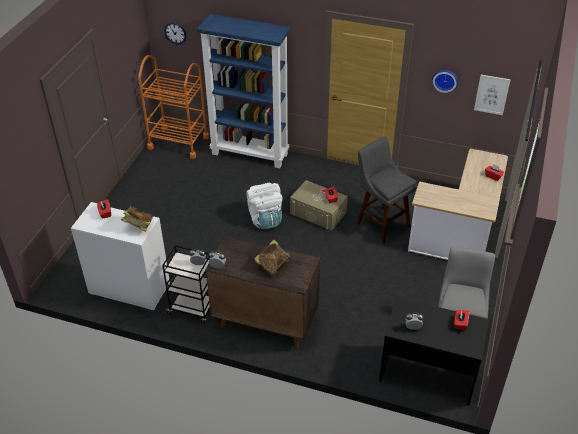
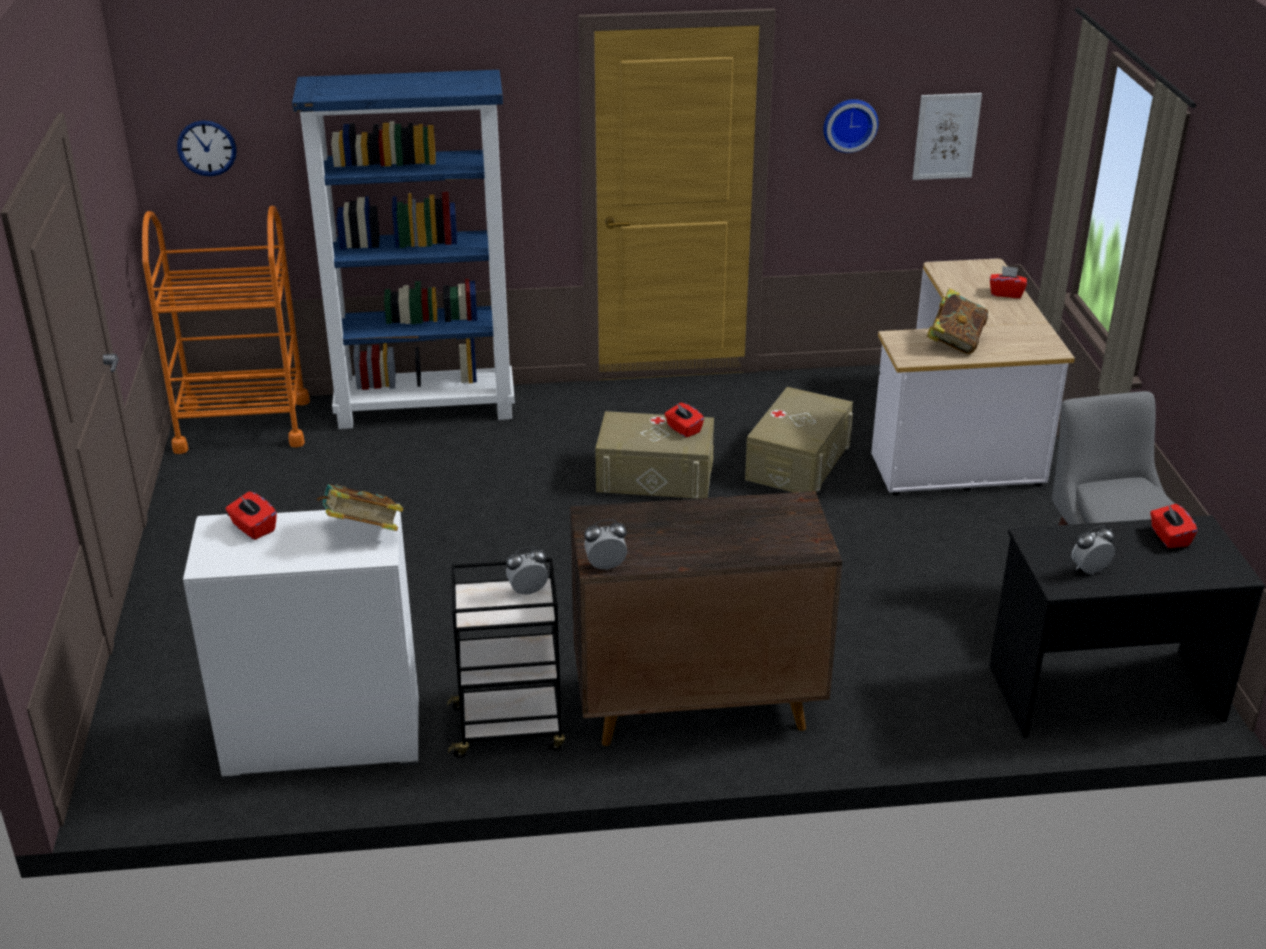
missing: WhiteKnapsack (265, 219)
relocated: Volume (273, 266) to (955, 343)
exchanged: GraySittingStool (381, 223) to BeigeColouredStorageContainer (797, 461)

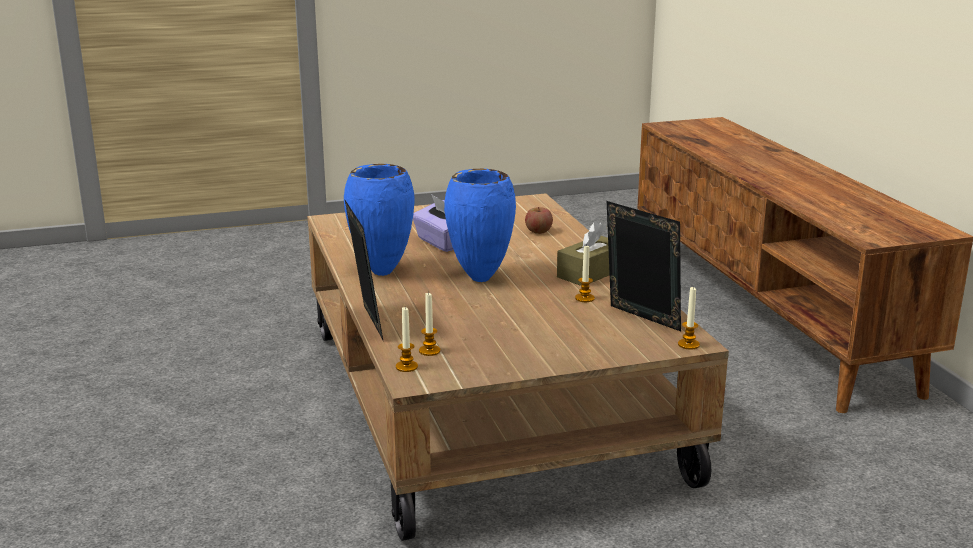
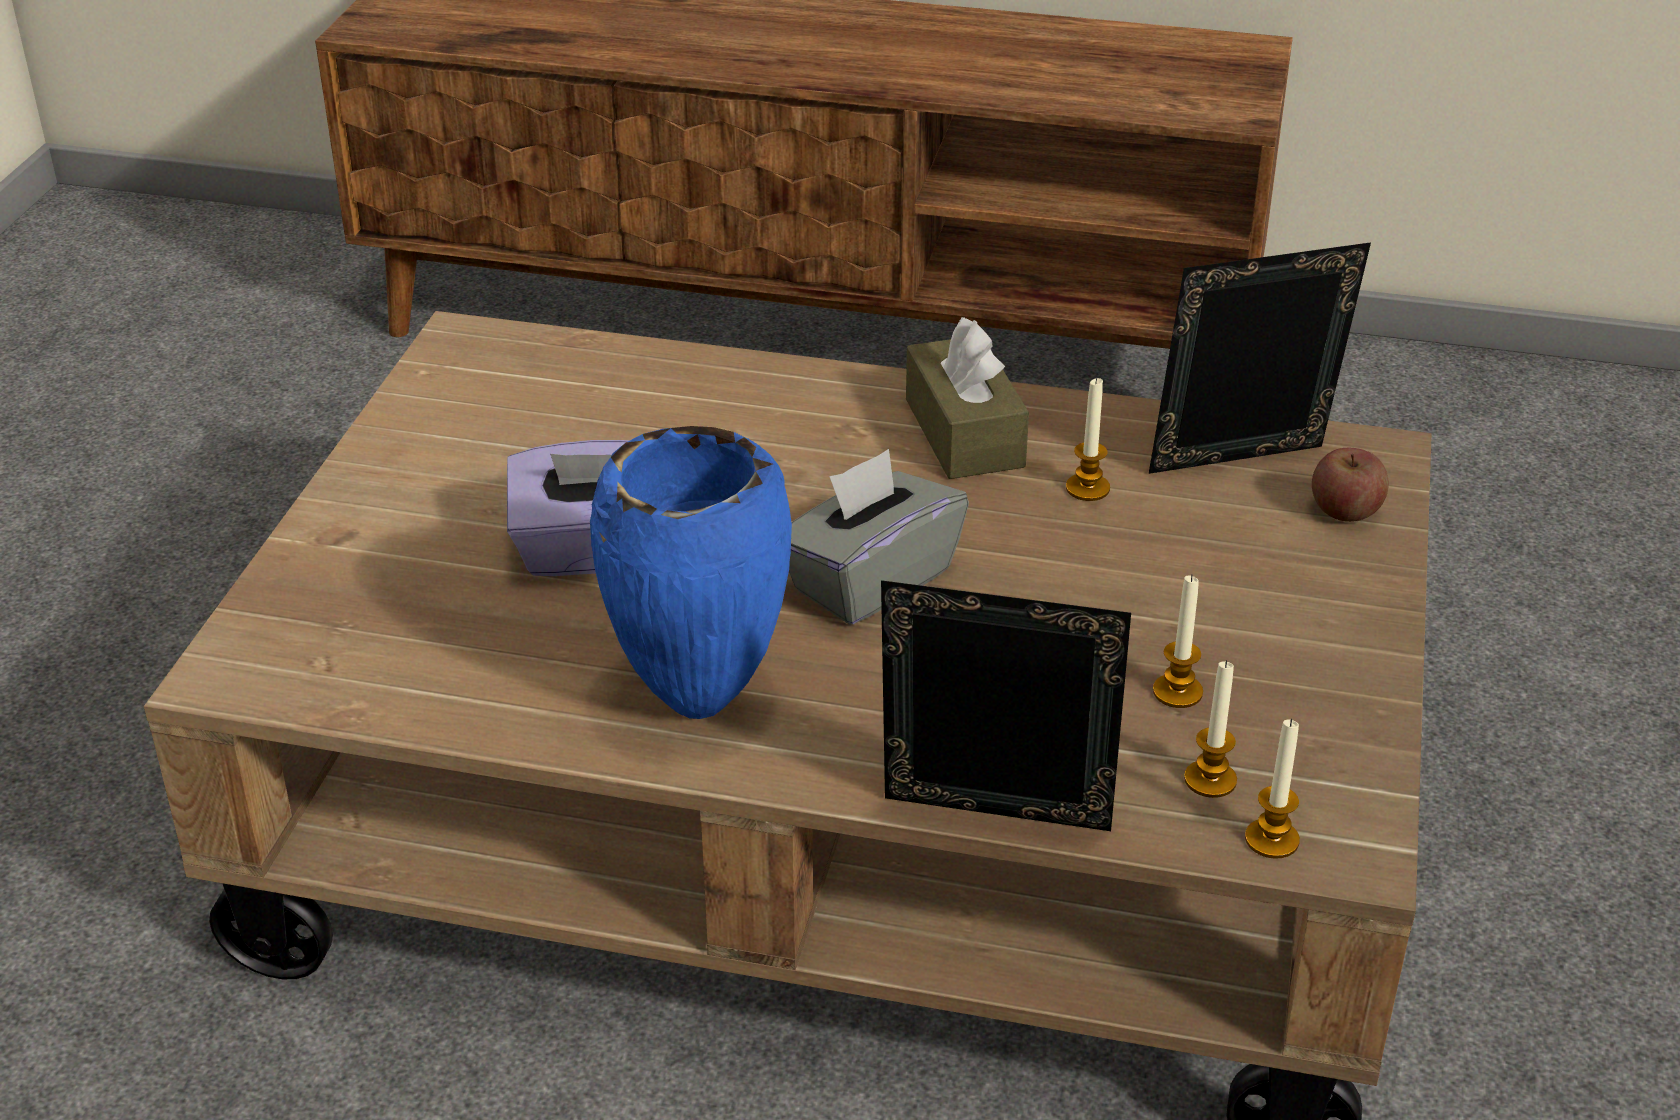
relocated: AppleFruit (538, 231) to (1345, 510); WaxLight (688, 344) to (1177, 692)
exchanged: BlueColouredVase (479, 279) to GrayTissueHolder (870, 580)

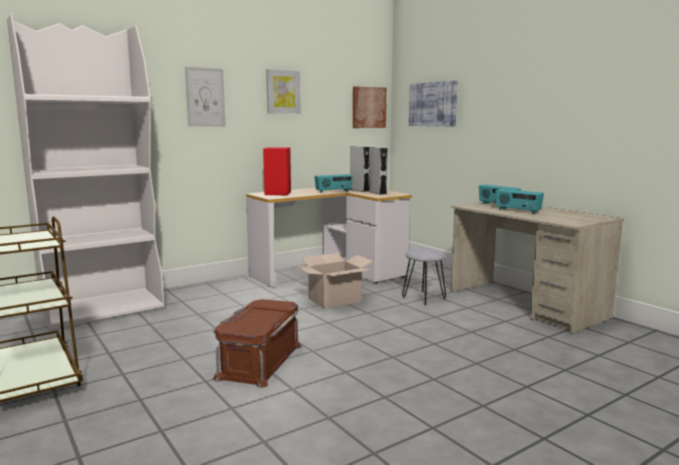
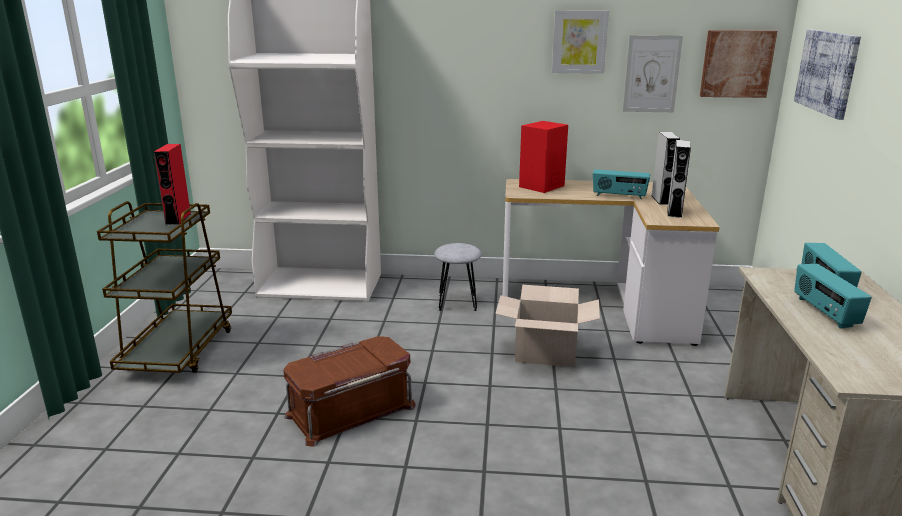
appeared: RedColouredAudioSpeaker (178, 219)
relocated: Picture (205, 97) to (651, 74); GraySittingStool (423, 298) to (457, 302)

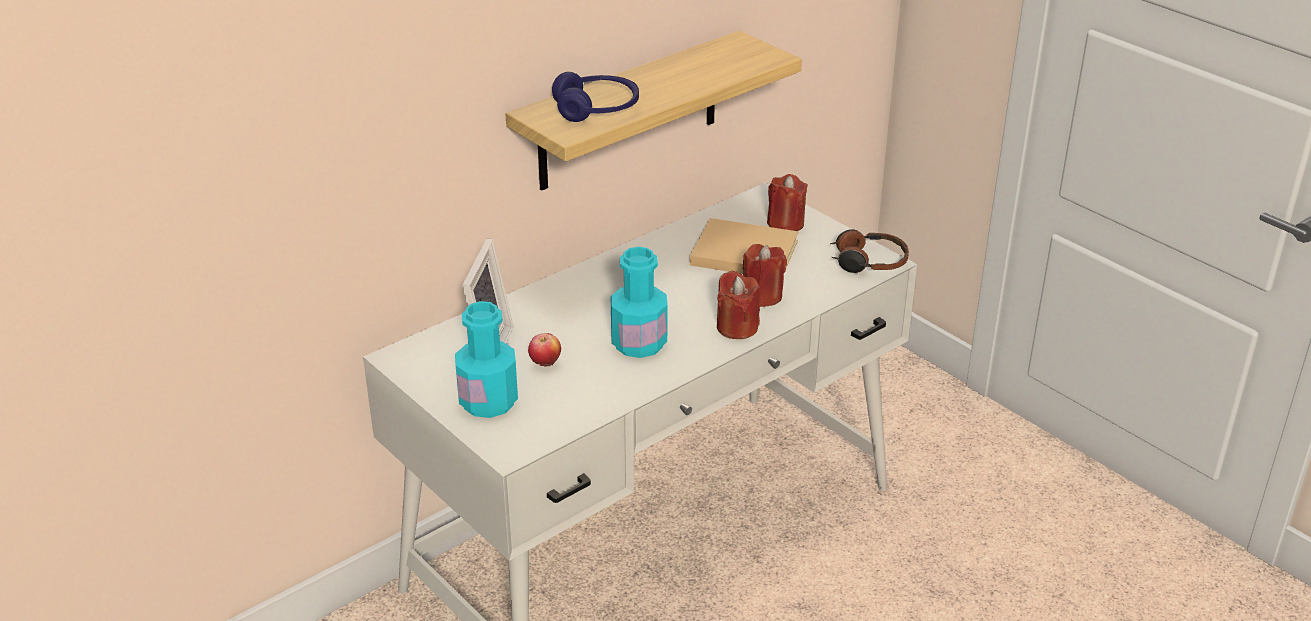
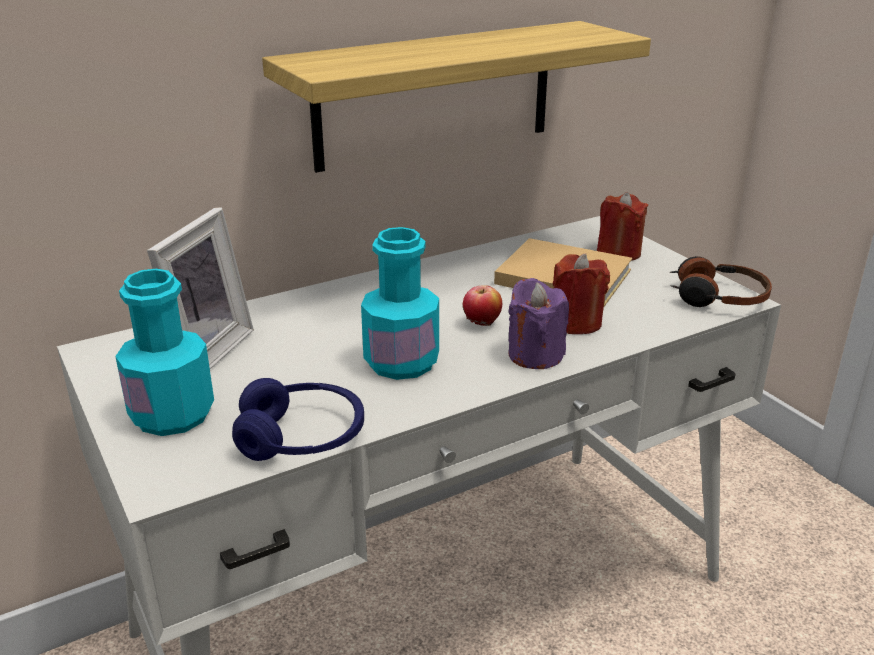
relocated: AppleFruit (545, 364) to (481, 324); BlueColouredPairOfHeadphones (597, 109) to (302, 438)
colour: RedColouredWaxLight (737, 327) to PurpleWaxLight (535, 355)

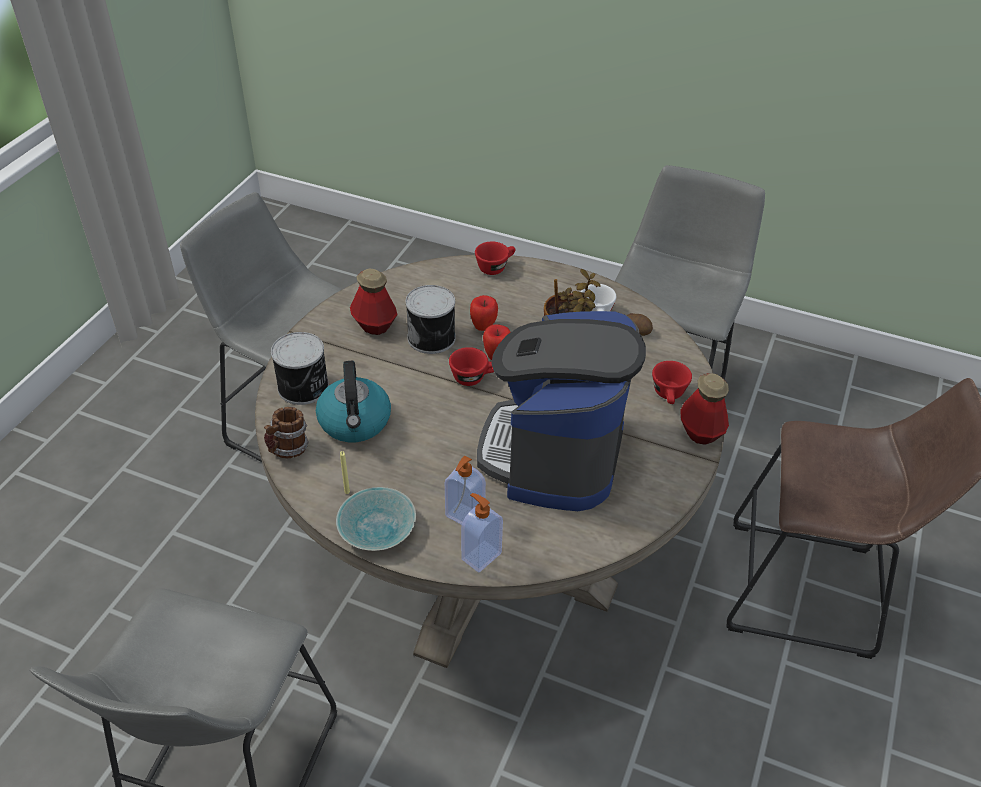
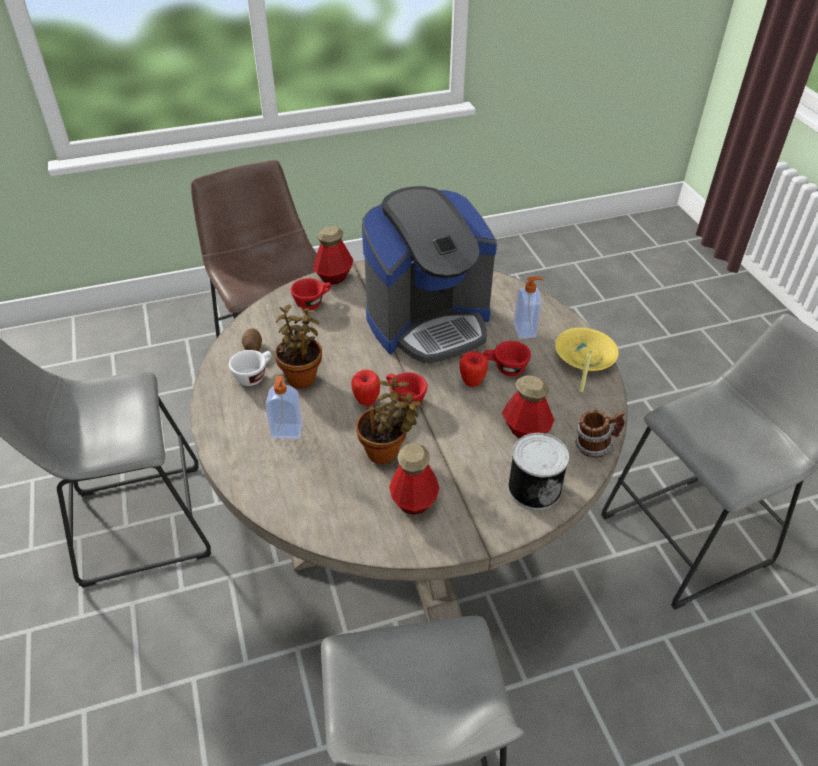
relocated: LiquidSoapBottle (480, 556) to (286, 432); AppleFruit (483, 327) to (472, 382); RedColouredCup (495, 267) to (505, 368)
exchanged: WaterKettle (355, 422) to BeverageBottle (525, 430); Can (433, 337) to PottedPlant (386, 452)
colour: BlueGreenDeepDish (377, 531) to YellowDeepDish (585, 357)

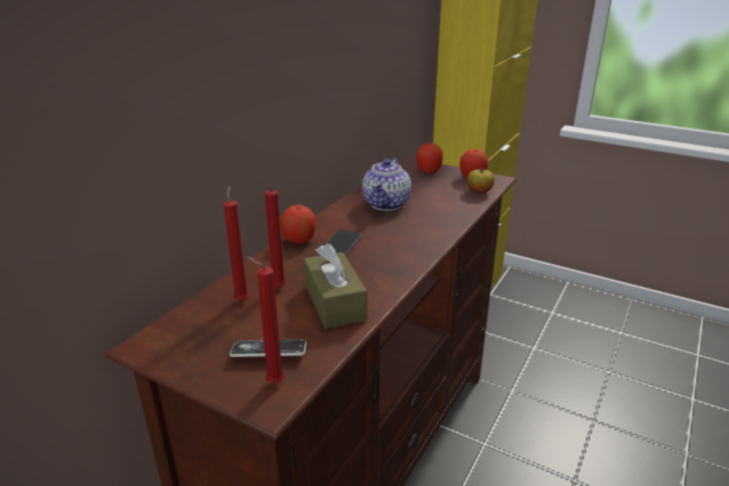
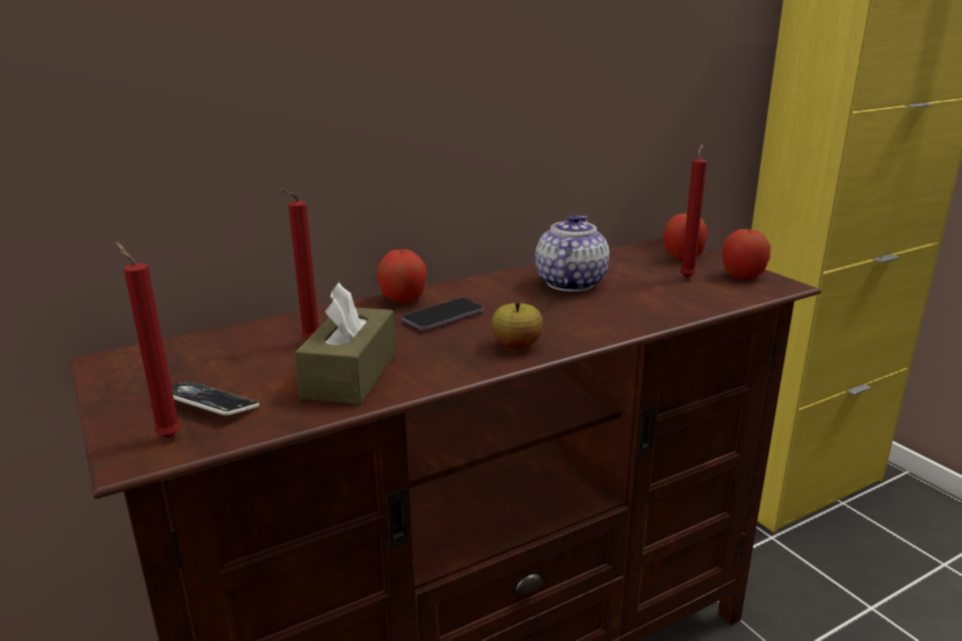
relocated: RedColouredWaxLight (242, 299) to (687, 277); AppleFruit (479, 192) to (517, 346)
spun: PotForTea (387, 204) = (569, 283) 150 degrees clockwise

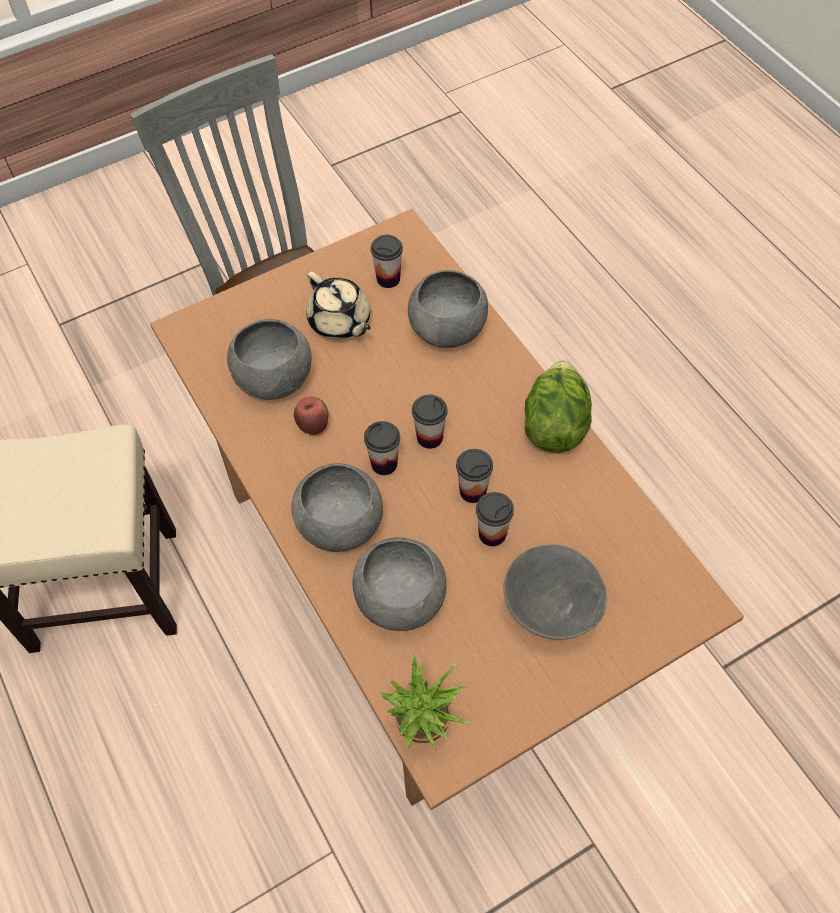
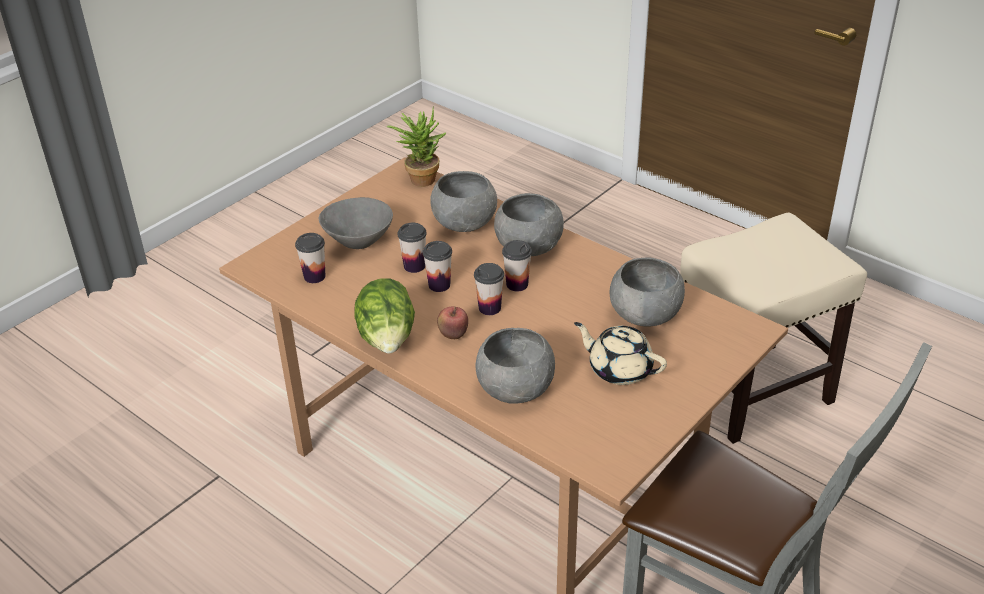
relocated: AppleFruit (313, 426) to (453, 335); Cup (388, 279) to (314, 276)

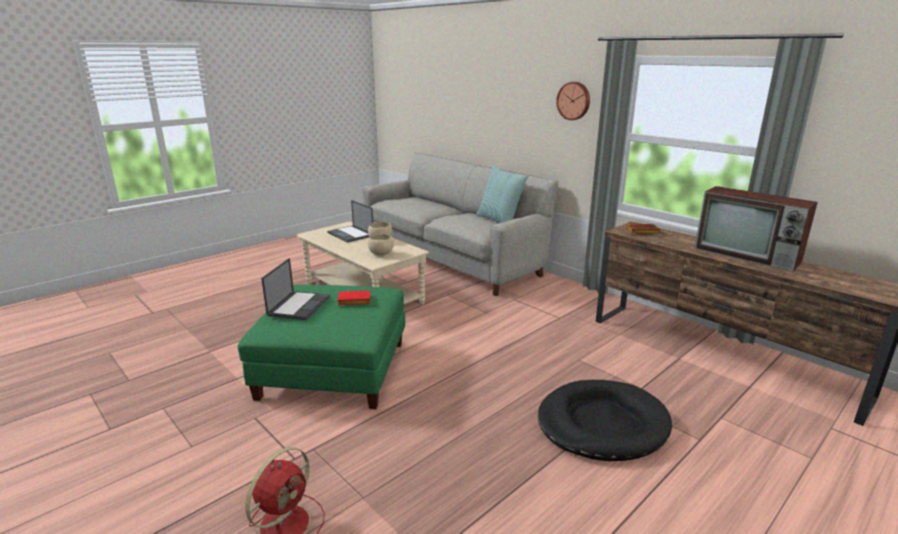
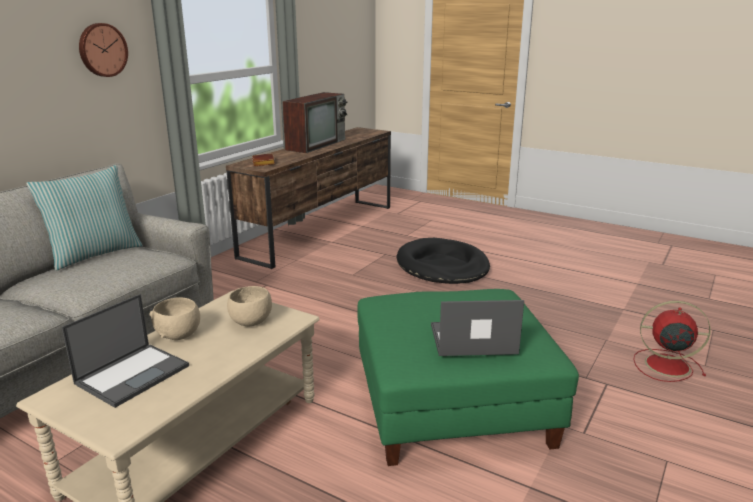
missing: RedColouredVolume (353, 301)

